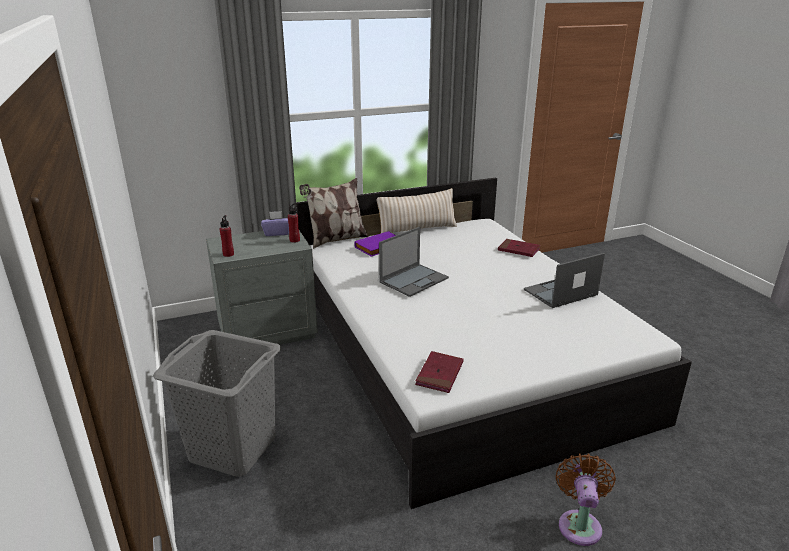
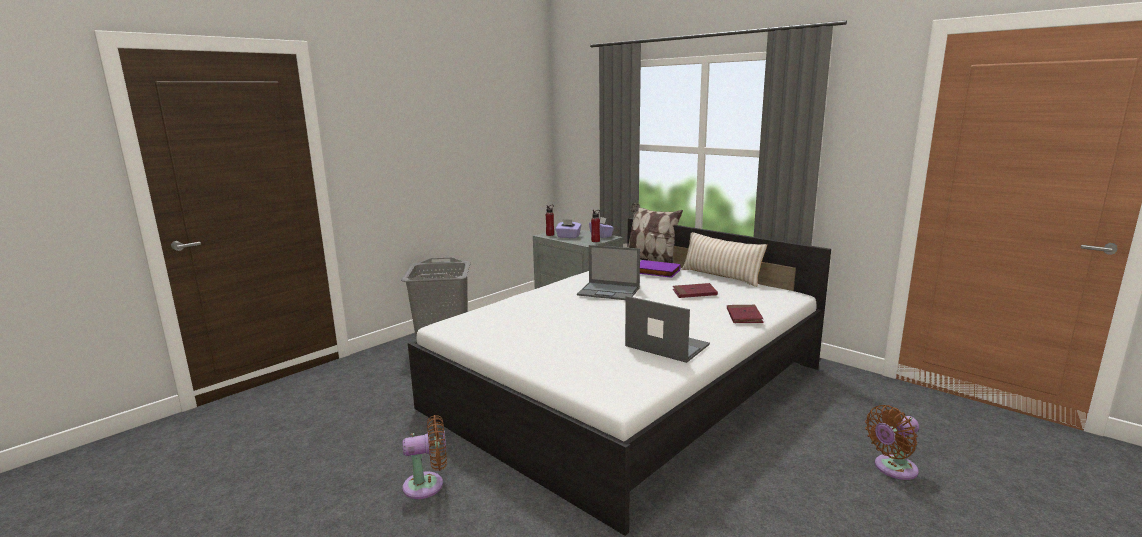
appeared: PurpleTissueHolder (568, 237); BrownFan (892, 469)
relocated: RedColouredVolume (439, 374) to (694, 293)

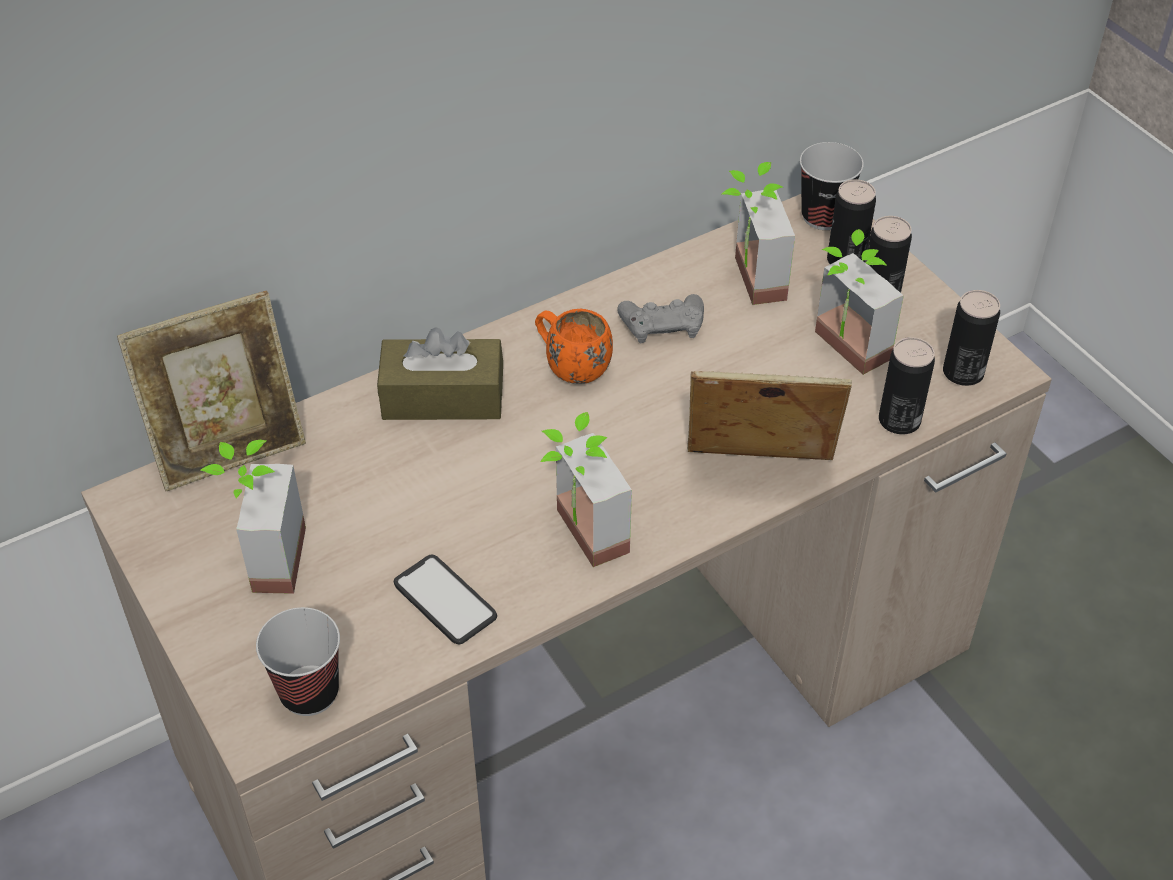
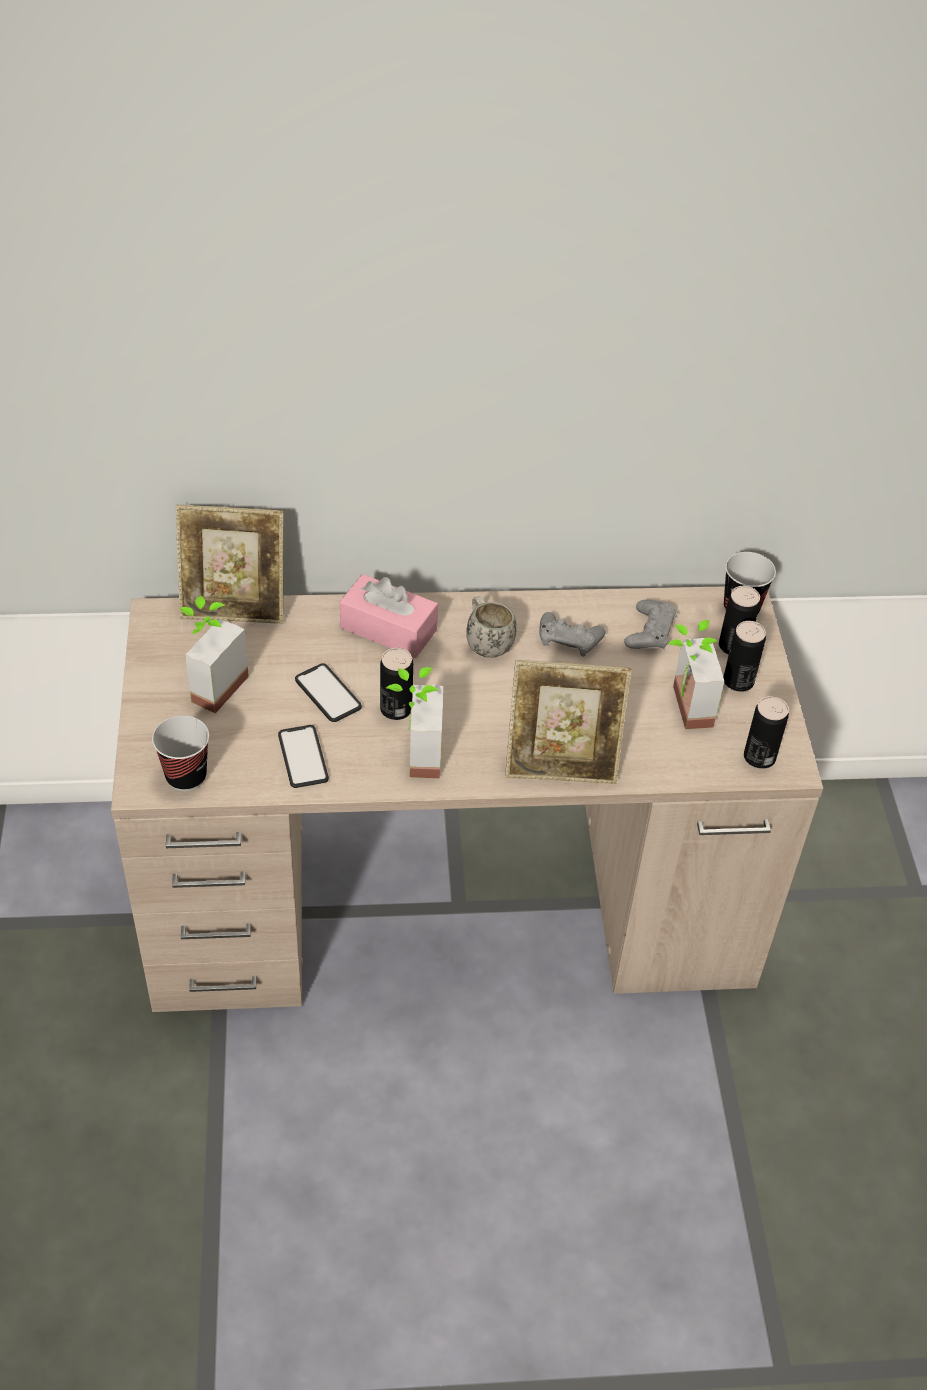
appeared: Telephone (328, 693)
relocated: Can (899, 420) to (396, 709)
exchanged: PottedPlant (745, 280) to GrayGamepad (650, 632)
colour: BrownTissueHolder (443, 397) to PinkishTissueHolder (388, 629); OrangeyMug (570, 366) to WhiteMug (486, 642)
spun: StandingFrame (758, 474) = (561, 764) 150 degrees clockwise

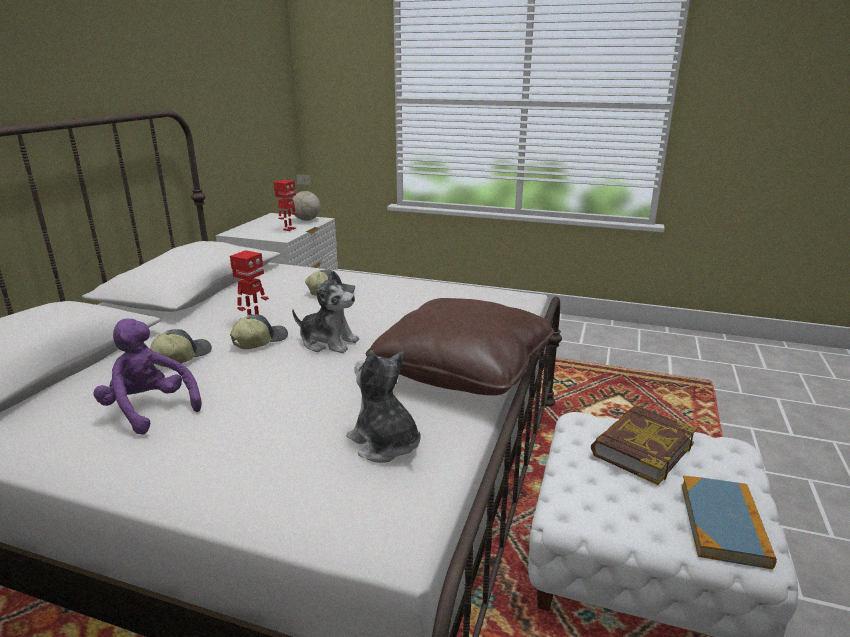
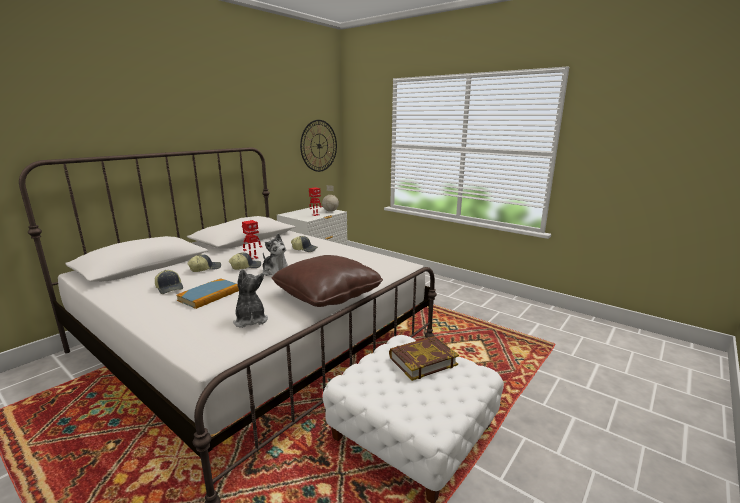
appeared: WallClock (319, 146)
relocated: Volume (723, 523) to (209, 295)
exchanged: PurplePlushToy (149, 409) to PeakedCap (170, 288)

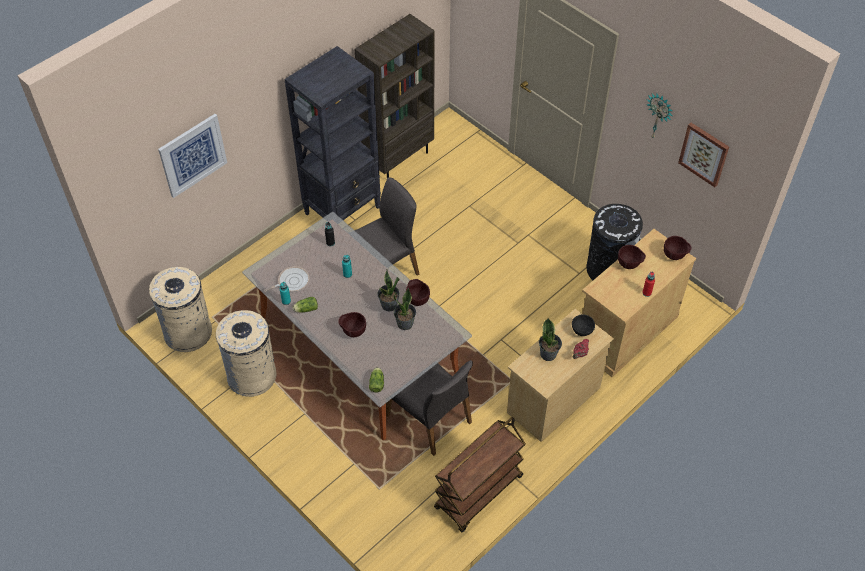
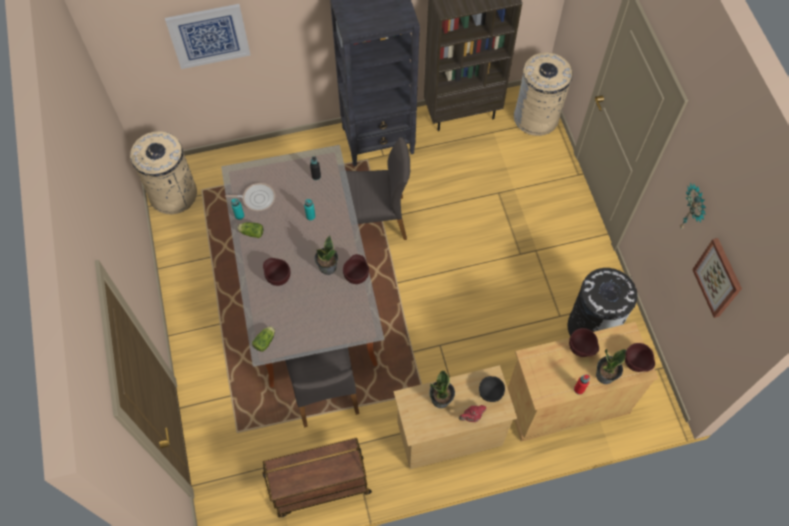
relocated: BeigeColouredTrashCan (252, 376) to (536, 117); PottedPlant (405, 323) to (605, 376)

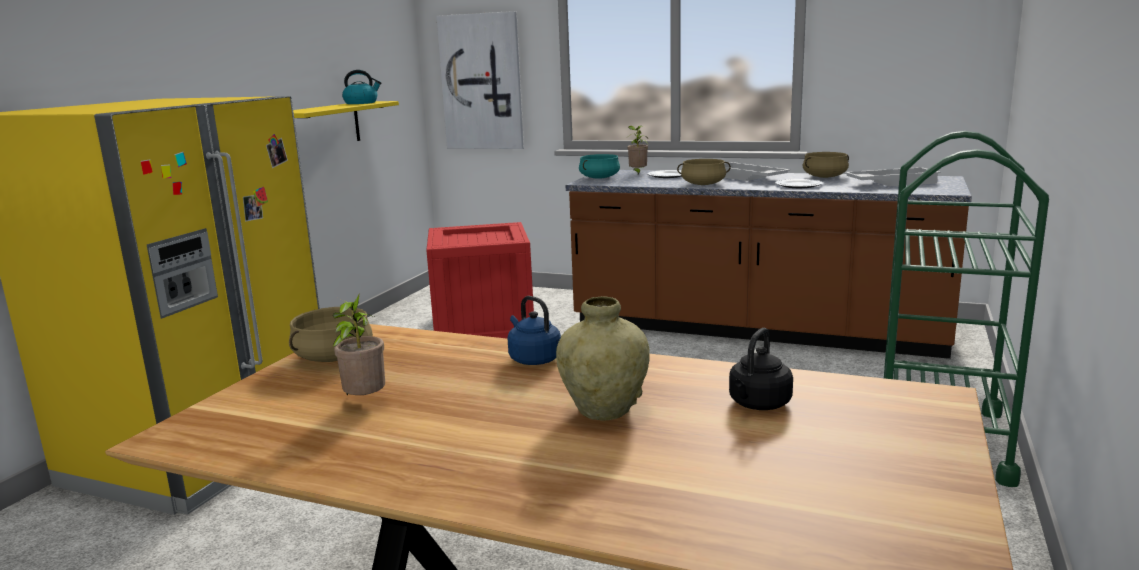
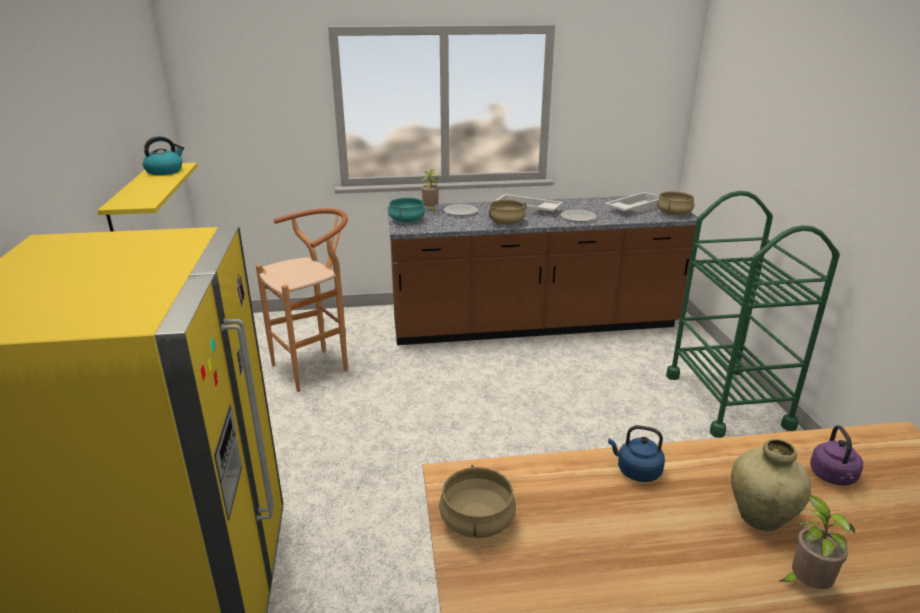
missing: Picture (482, 82)
relocated: PottedPlant (364, 402) to (805, 584); BeigeColouredCookingPot (824, 177) to (674, 213)
exchanged: ShippingCrate (485, 327) to BrownSittingStool (317, 366)
colour: BlackColouredWaterKettle (758, 404) to PurpleWaterKettle (833, 477)

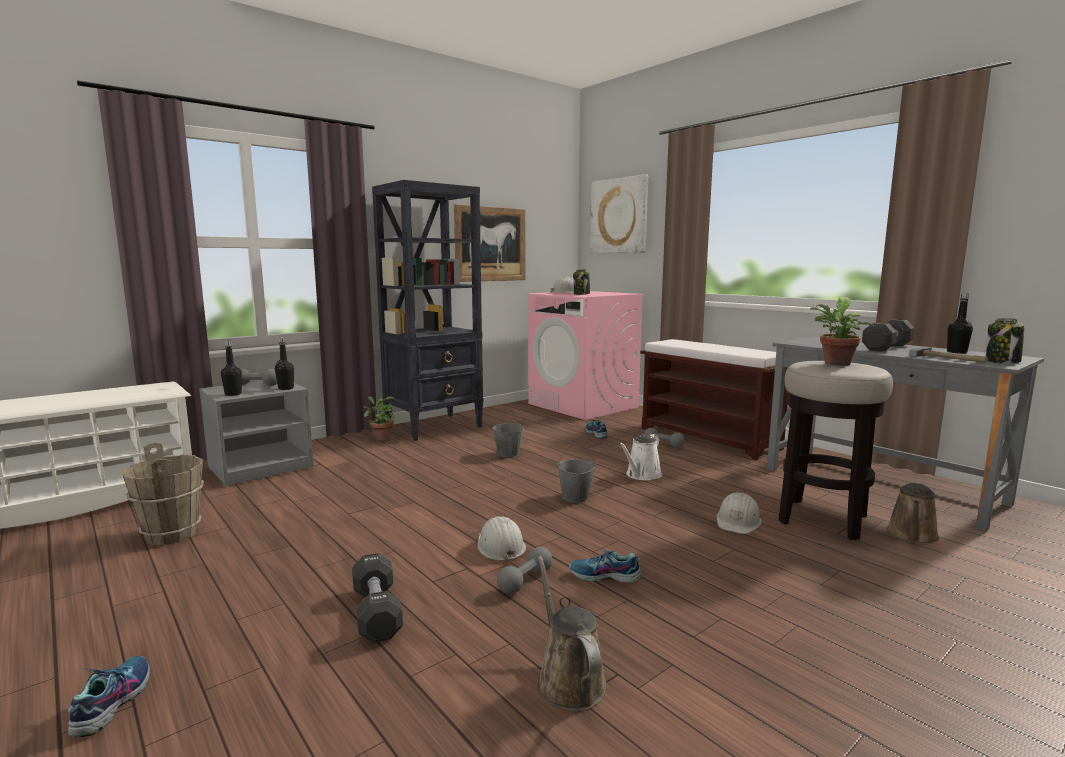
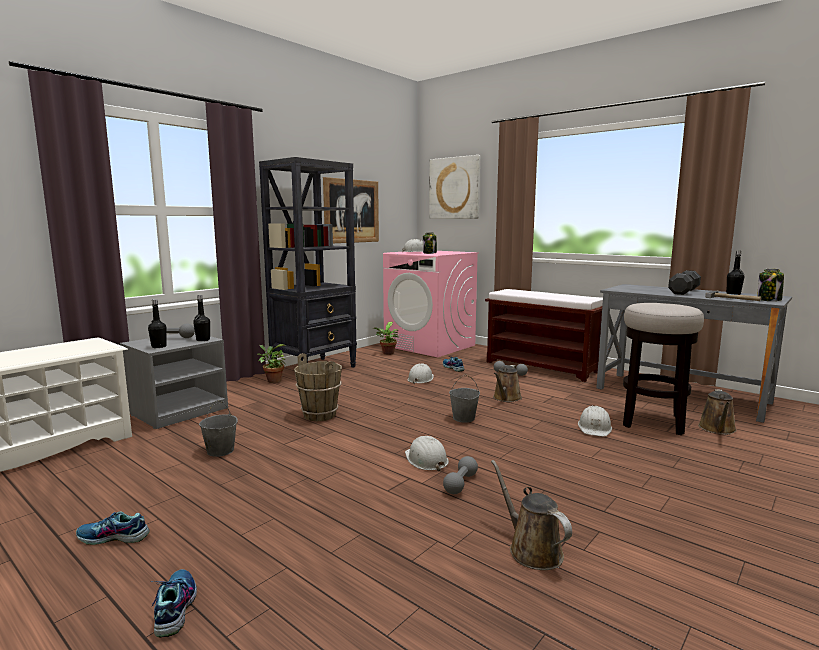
missing: BlackColouredDumbbell (377, 612)
appeared: WhiteSafetyHelmet (420, 379)
relocated: BrownPail (172, 534) to (320, 415); GrayPail (508, 454) to (220, 451); ItemOfFootwear (604, 576) to (113, 538); PottedPlant (836, 364) to (387, 353)
colour: WhiteSprinklingCan (642, 475) to BrownSprinklingCan (506, 398)

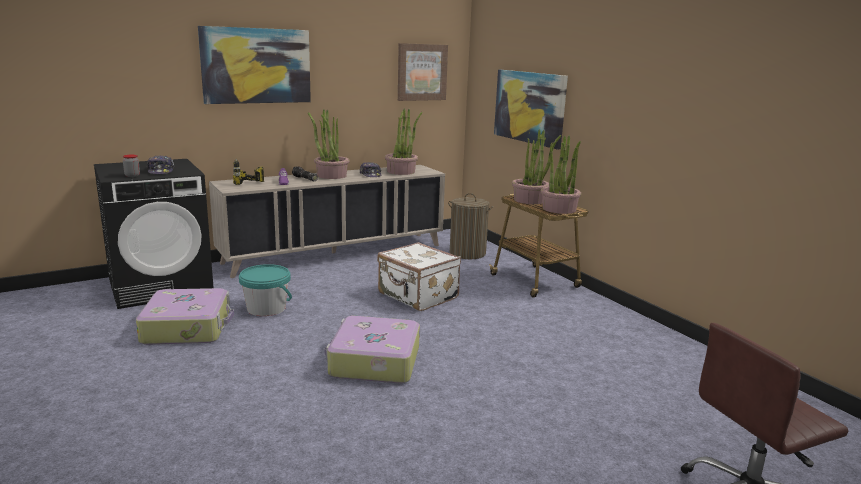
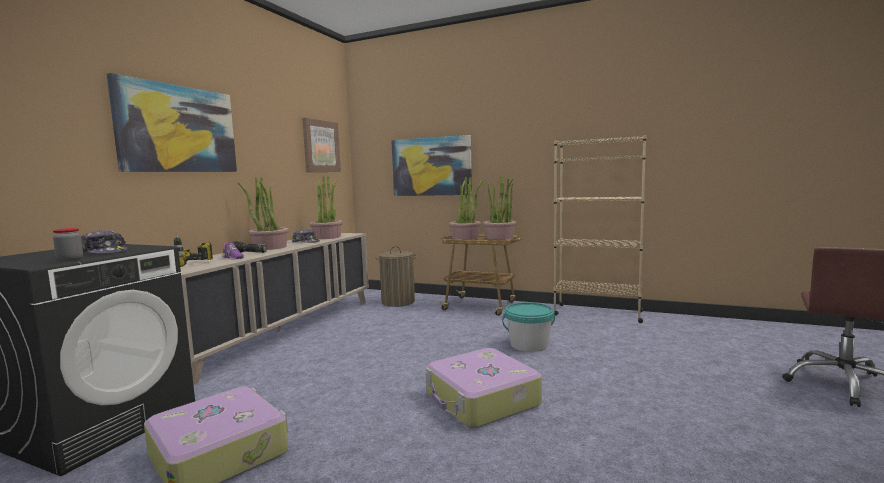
missing: WhitePieceOfLuggage (417, 296)
appeared: BeigeColouredShelvingUnit (597, 313)
relocated: BlueGreenPail (266, 308) to (529, 345)

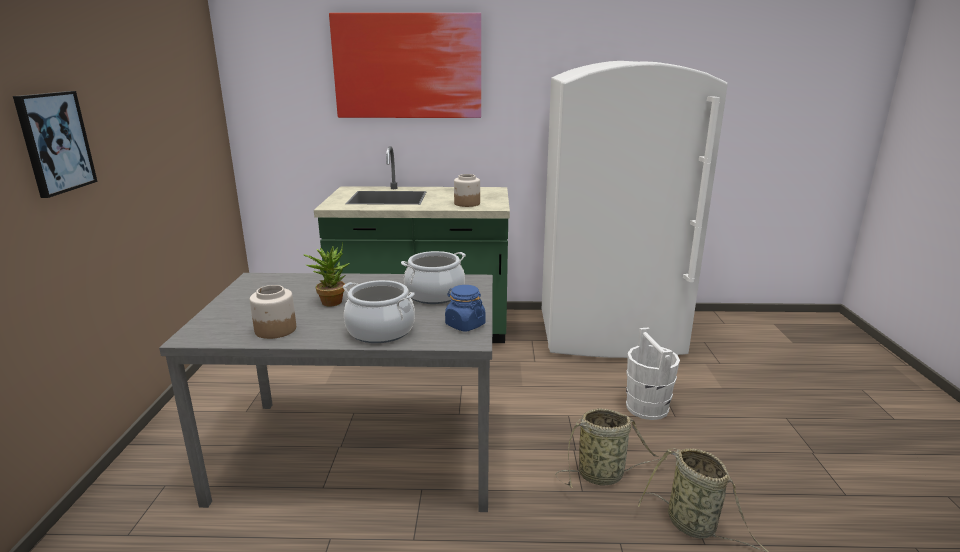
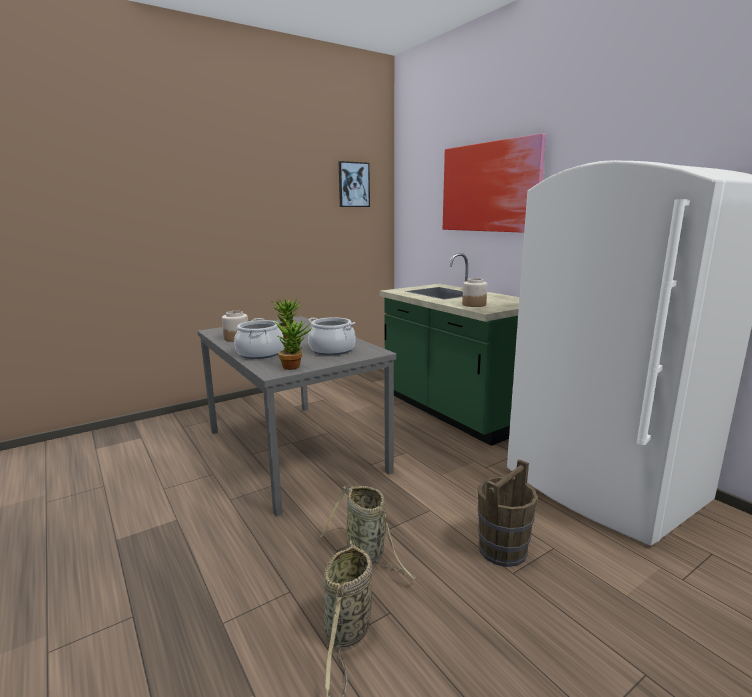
relocated: Picture (55, 142) to (353, 184)
exchanged: BlueColouredPreserveJar (465, 325) to PottedPlant (294, 366)
colour: WhitePail (647, 407) to BrownPail (503, 549)

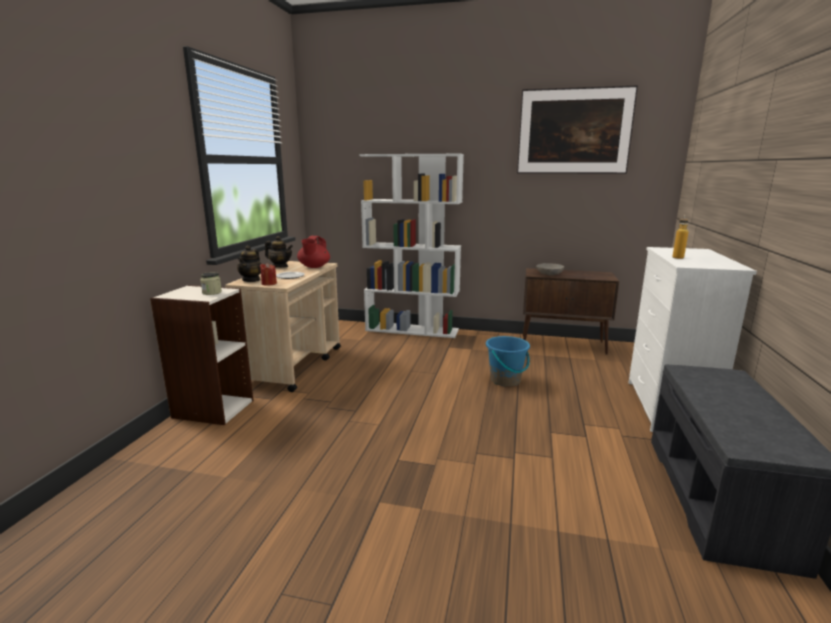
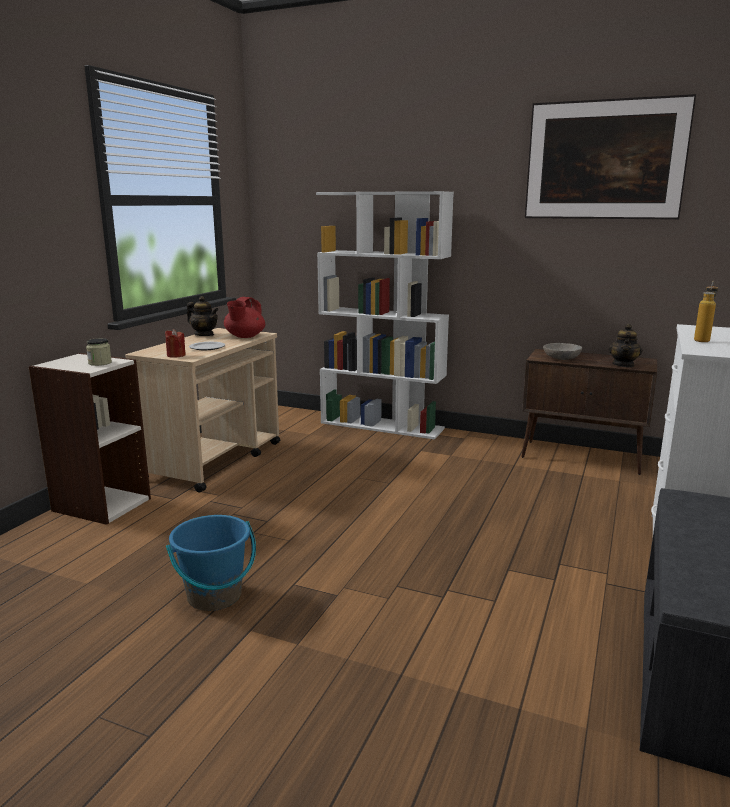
relocated: PotForTea (251, 280) to (623, 365); BlueColouredPail (505, 380) to (215, 596)

